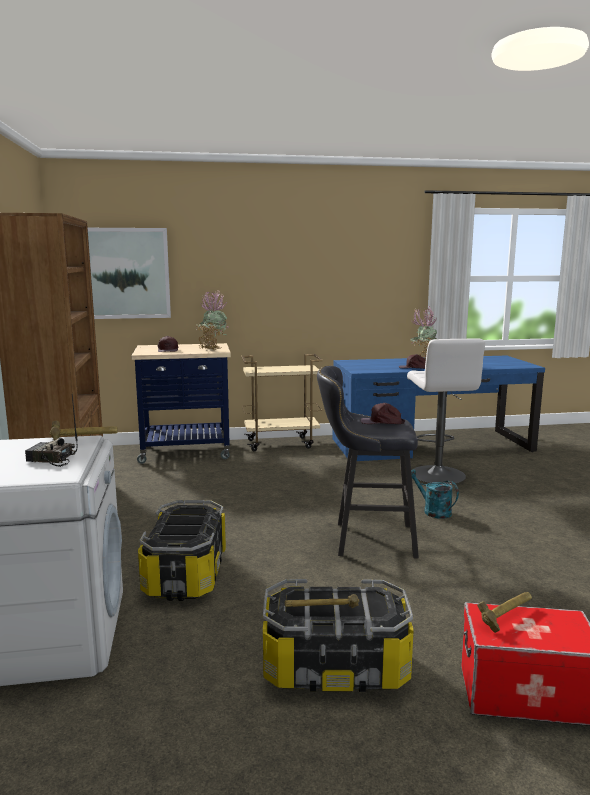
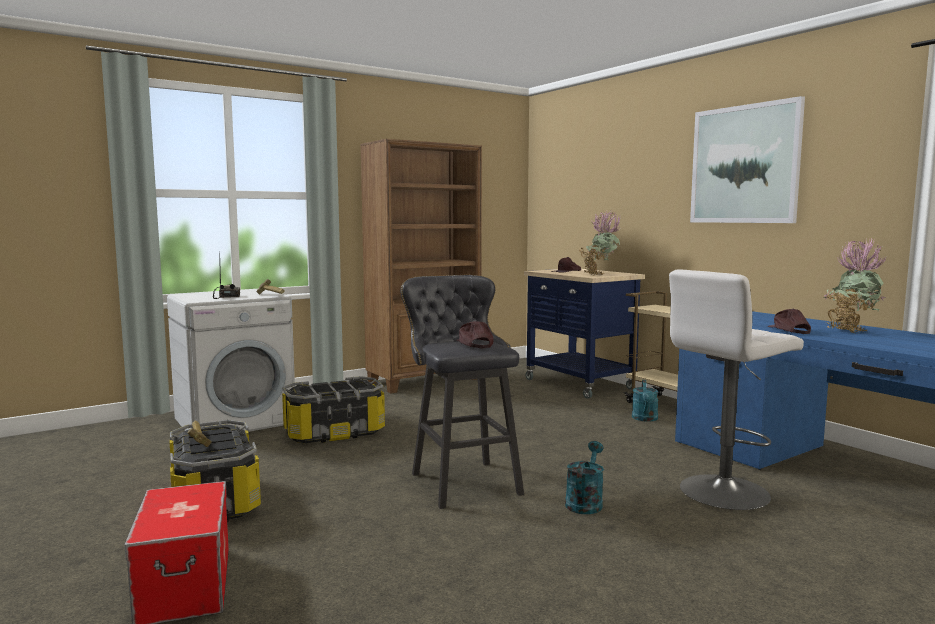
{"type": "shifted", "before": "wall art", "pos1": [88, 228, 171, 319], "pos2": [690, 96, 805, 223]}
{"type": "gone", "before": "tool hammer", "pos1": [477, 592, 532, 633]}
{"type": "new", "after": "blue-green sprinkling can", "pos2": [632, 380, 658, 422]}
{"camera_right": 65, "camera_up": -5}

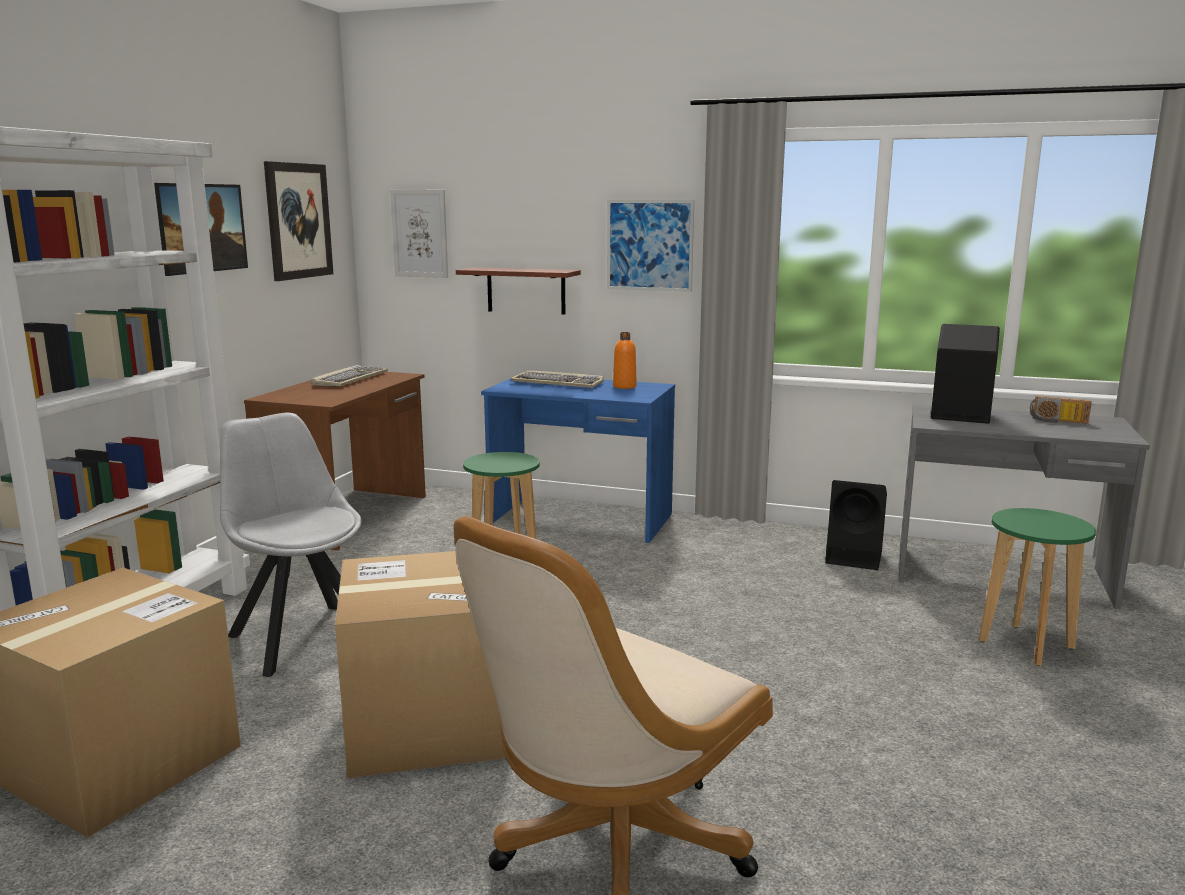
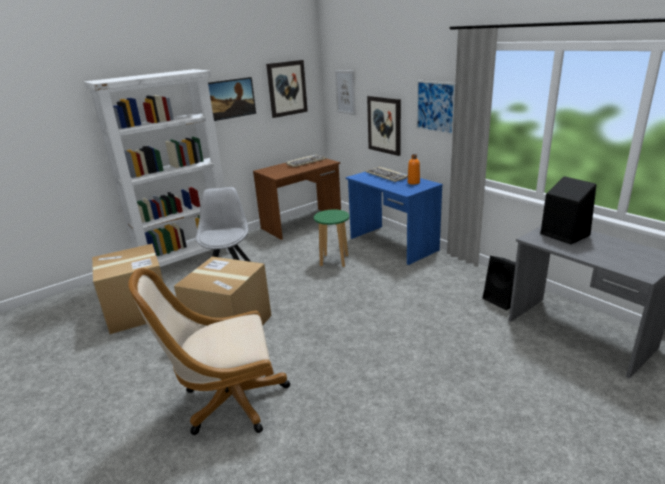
{"type": "swapped", "before": "shelf", "after": "wall art", "pos1": [456, 267, 581, 315], "pos2": [367, 96, 401, 156]}
{"type": "gone", "before": "green sitting stool", "pos1": [979, 508, 1096, 666]}
{"type": "gone", "before": "radio set", "pos1": [1030, 396, 1092, 424]}
{"camera_right": 35, "camera_up": 10}

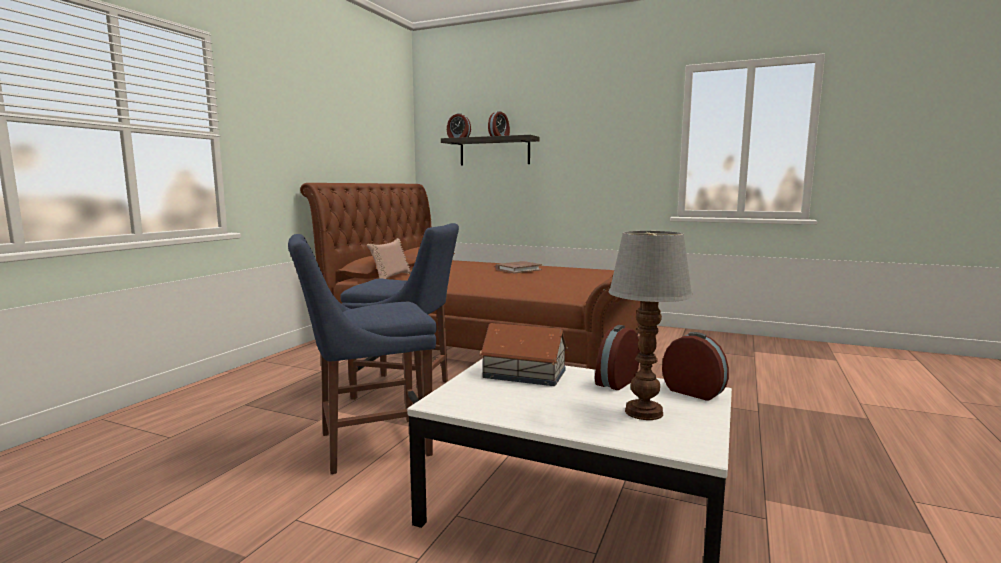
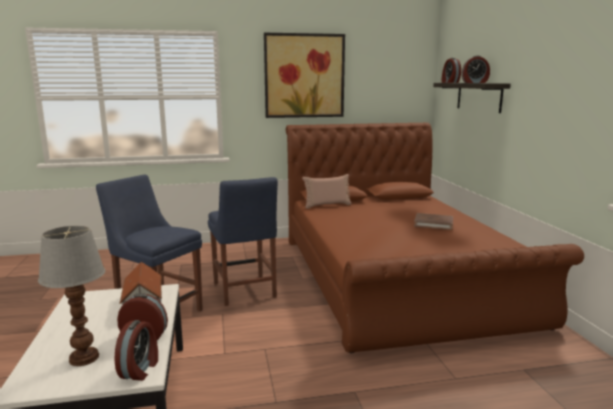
{"type": "new", "after": "wall art", "pos2": [264, 33, 345, 118]}
{"camera_right": 55, "camera_up": 5}

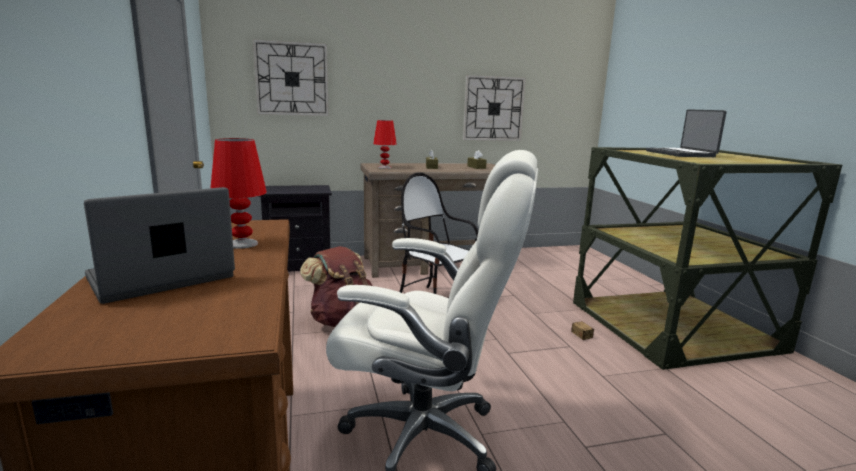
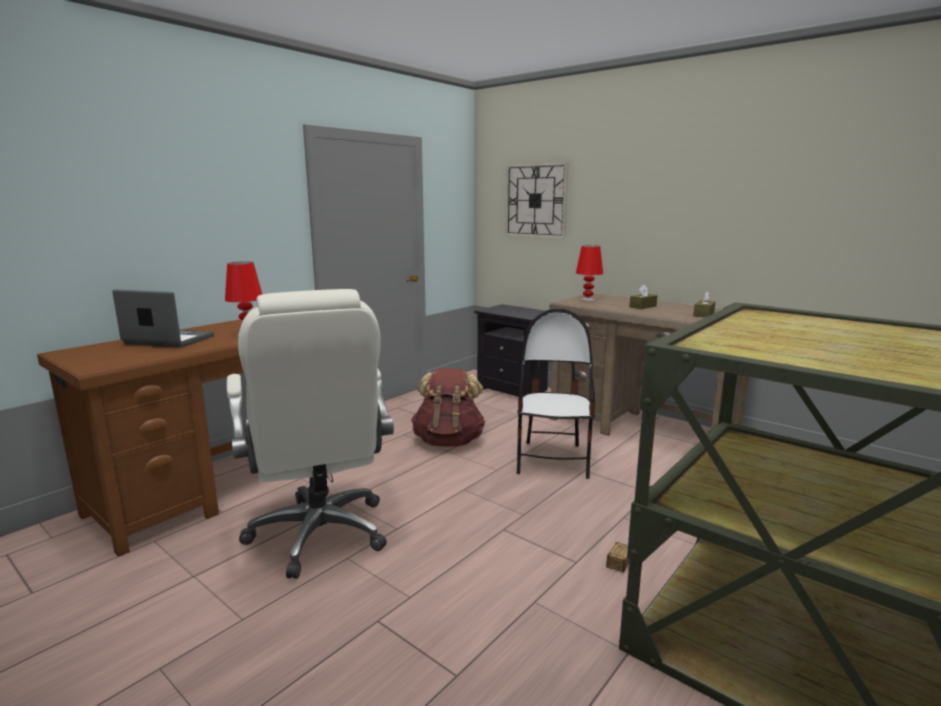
{"type": "gone", "before": "wall clock", "pos1": [463, 75, 526, 141]}
{"type": "gone", "before": "notebook computer", "pos1": [646, 109, 727, 157]}
{"camera_right": 55, "camera_up": 0}

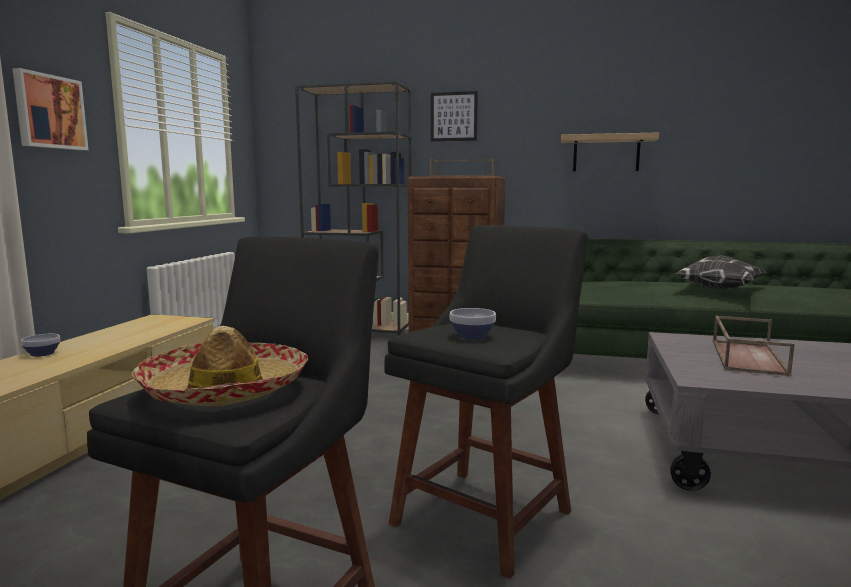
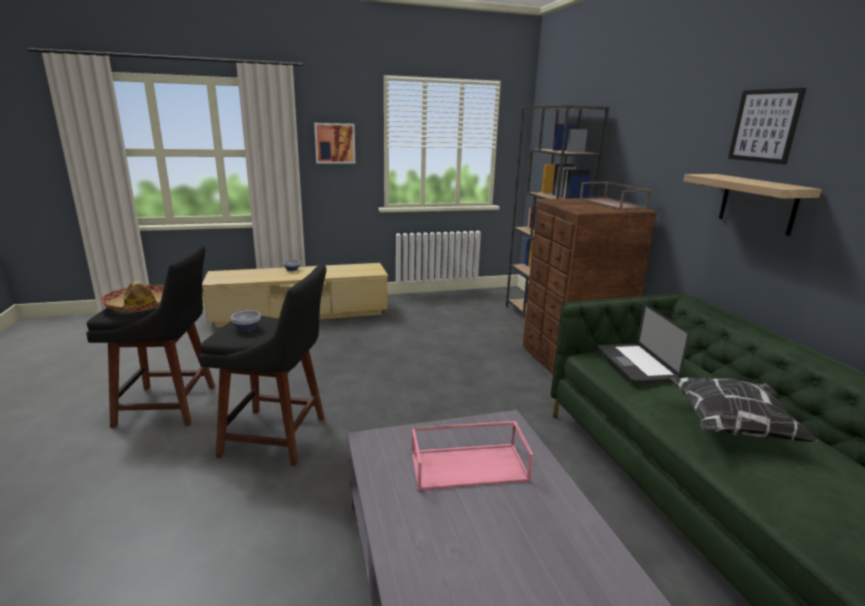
{"type": "shifted", "before": "wall art", "pos1": [431, 91, 478, 142], "pos2": [728, 88, 806, 165]}
{"type": "repainted", "before": "brown tray", "after": "pinkish tray", "pos1": [713, 316, 795, 376], "pos2": [411, 421, 533, 491]}
{"type": "new", "after": "notebook computer", "pos2": [597, 304, 690, 383]}
{"camera_right": 60, "camera_up": 10}

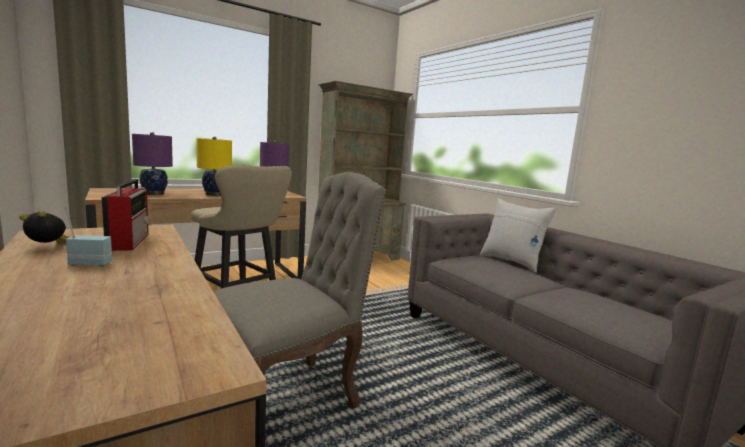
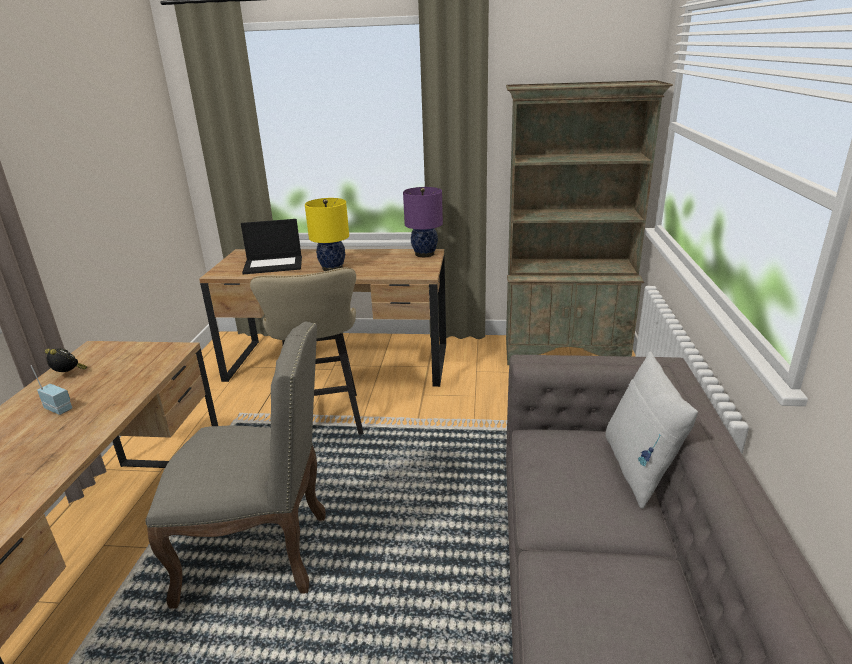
{"type": "gone", "before": "radio set", "pos1": [102, 179, 149, 251]}
{"type": "swapped", "before": "purplish table lamp", "after": "notebook computer", "pos1": [132, 132, 173, 195], "pos2": [241, 219, 302, 274]}
{"camera_right": 40, "camera_up": 15}

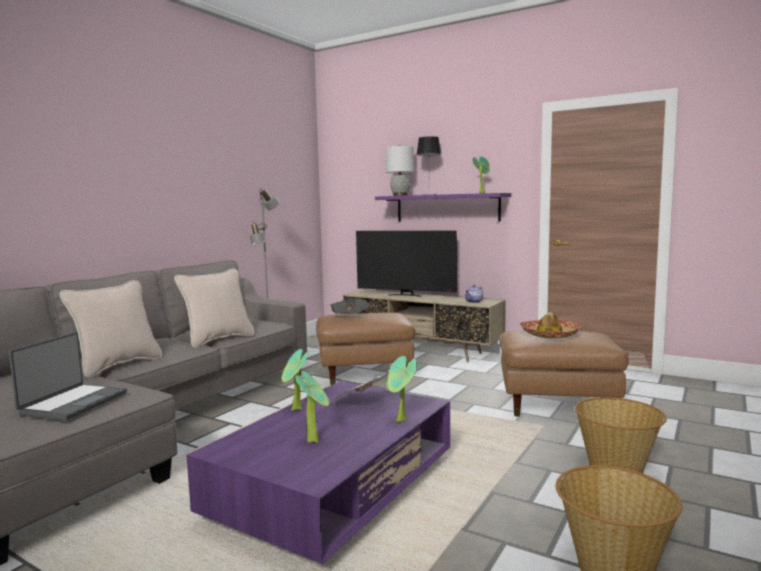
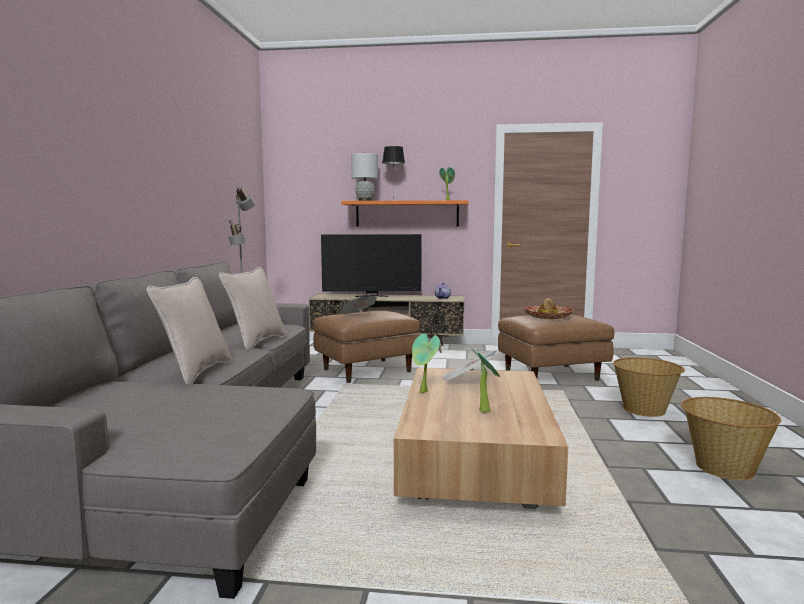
{"type": "gone", "before": "notebook computer", "pos1": [9, 332, 127, 421]}
{"type": "repainted", "before": "purplish coffee table", "after": "brown coffee table", "pos1": [186, 381, 450, 564], "pos2": [394, 368, 568, 509]}
{"type": "repainted", "before": "purplish shelf", "after": "orange-coloured shelf", "pos1": [375, 193, 511, 222], "pos2": [341, 200, 469, 226]}
{"type": "gone", "before": "potted plant", "pos1": [387, 356, 417, 423]}
{"camera_right": -25, "camera_up": 0}

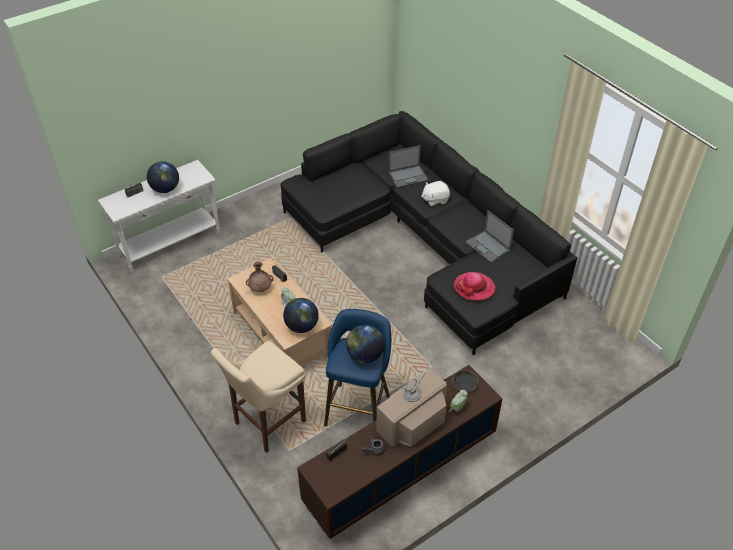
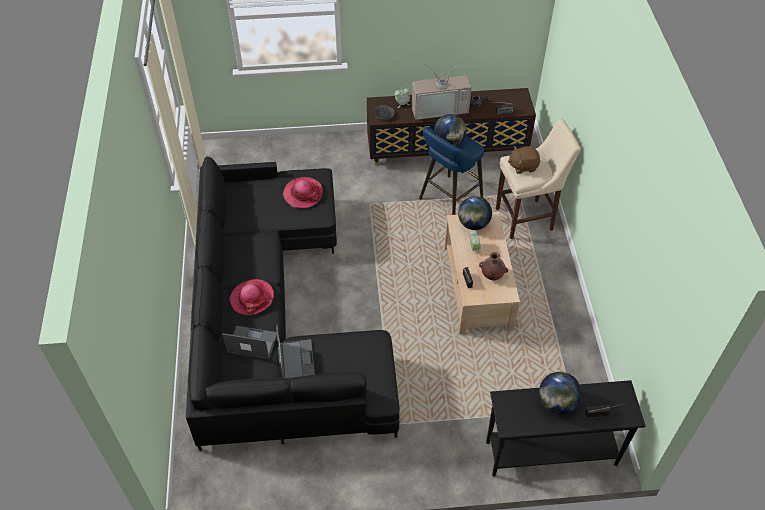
{"type": "repainted", "before": "whitish console table", "after": "blackish console table", "pos1": [98, 160, 220, 273], "pos2": [486, 380, 645, 477]}
{"type": "swapped", "before": "whitish plush toy", "after": "clothing hat", "pos1": [421, 181, 450, 207], "pos2": [229, 279, 274, 315]}
{"type": "shifted", "before": "notebook computer", "pos1": [465, 210, 514, 263], "pos2": [276, 325, 315, 380]}
{"type": "new", "after": "brown plush toy", "pos2": [508, 146, 540, 174]}
{"camera_right": -150, "camera_up": 5}

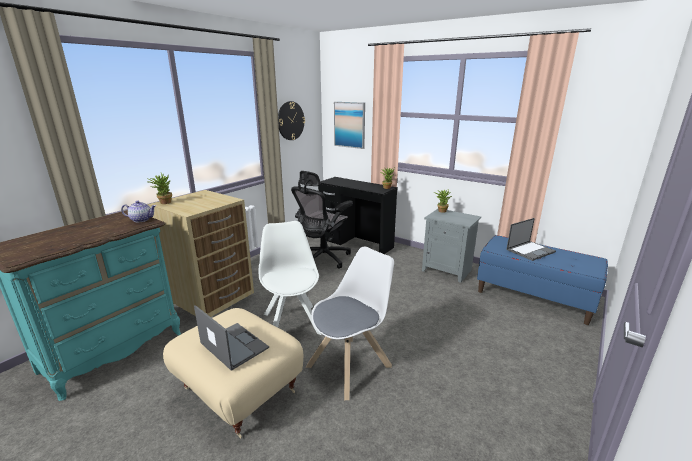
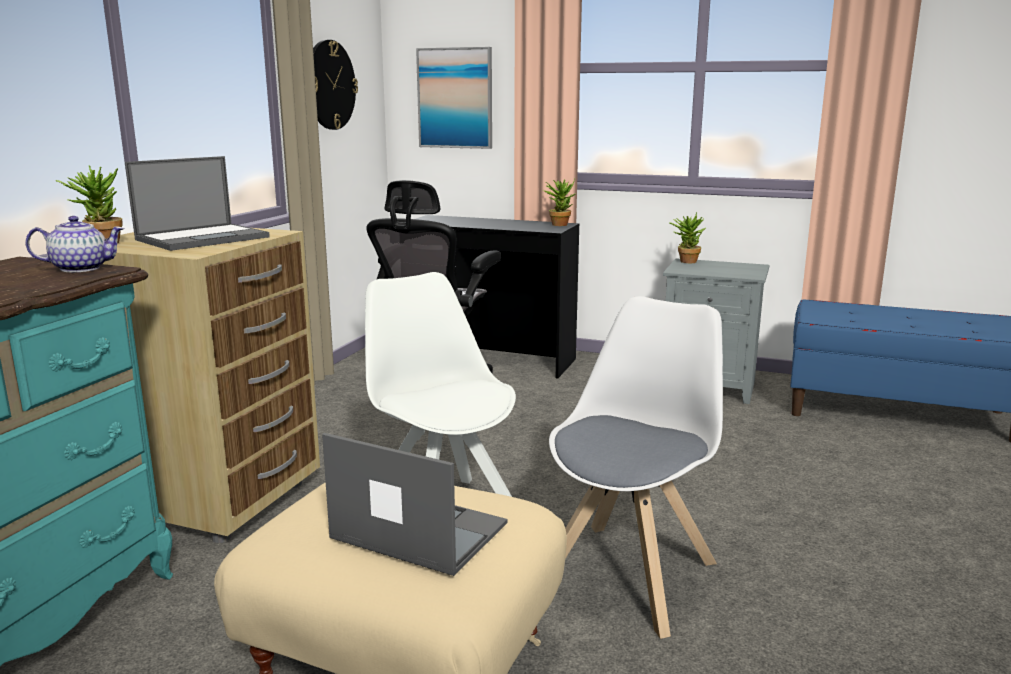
{"type": "shifted", "before": "notebook computer", "pos1": [506, 218, 556, 261], "pos2": [125, 156, 270, 251]}
{"camera_right": -15, "camera_up": -5}

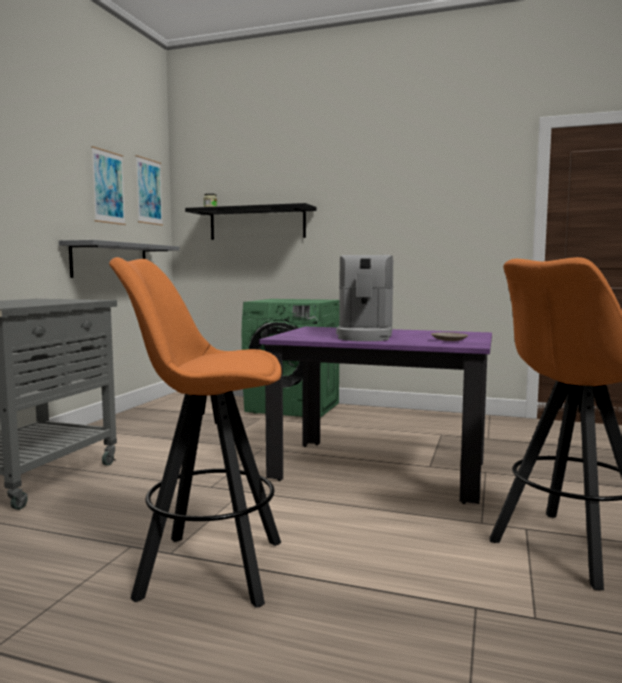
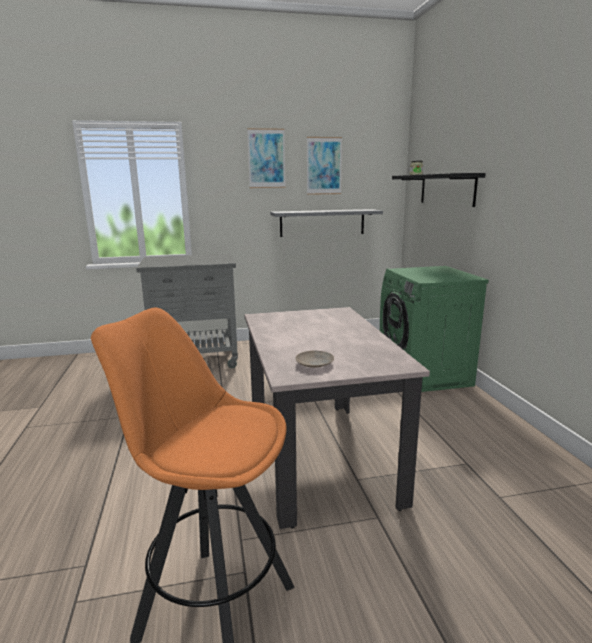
{"type": "gone", "before": "orange-coloured sitting stool", "pos1": [109, 257, 282, 608]}
{"type": "shifted", "before": "wall art", "pos1": [135, 155, 163, 226], "pos2": [247, 128, 285, 188]}
{"type": "repainted", "before": "purplish dining table", "after": "beige-coloured dining table", "pos1": [259, 327, 492, 504], "pos2": [244, 307, 430, 529]}
{"type": "gone", "before": "coffee machine", "pos1": [336, 255, 393, 341]}
{"camera_right": 60, "camera_up": 10}

